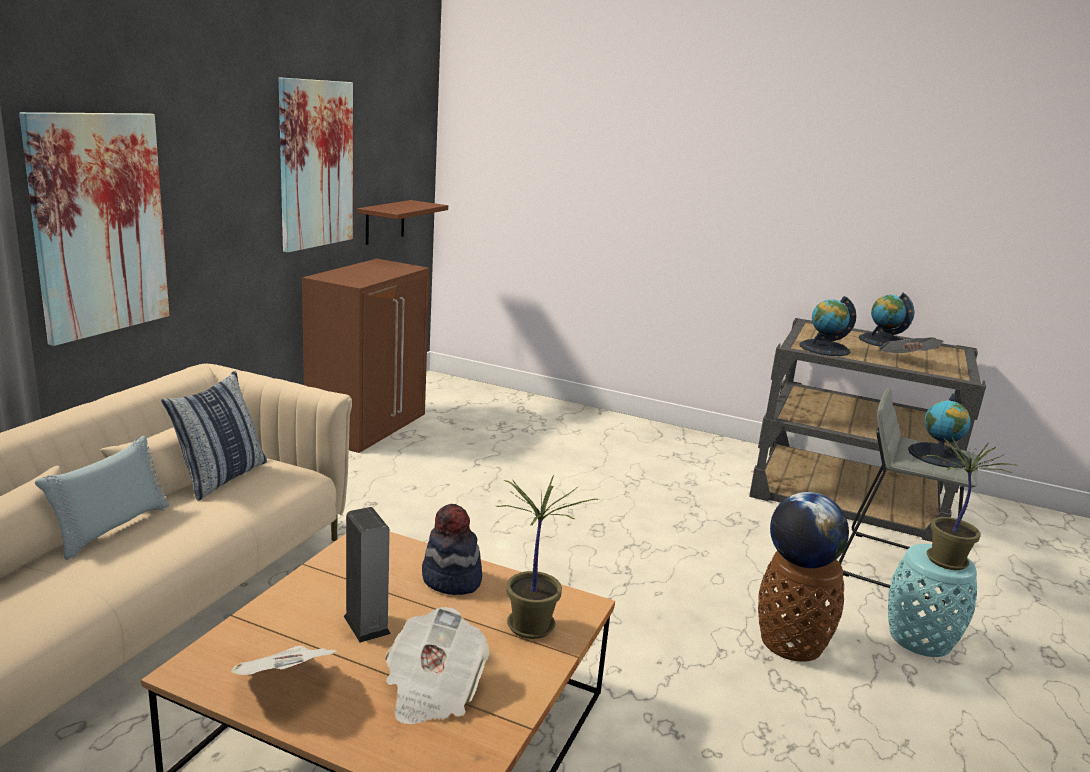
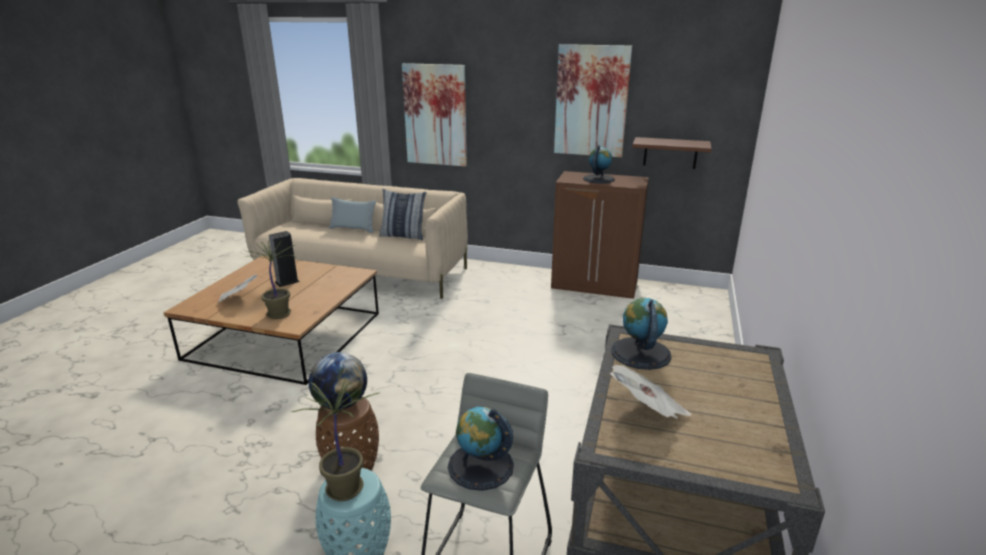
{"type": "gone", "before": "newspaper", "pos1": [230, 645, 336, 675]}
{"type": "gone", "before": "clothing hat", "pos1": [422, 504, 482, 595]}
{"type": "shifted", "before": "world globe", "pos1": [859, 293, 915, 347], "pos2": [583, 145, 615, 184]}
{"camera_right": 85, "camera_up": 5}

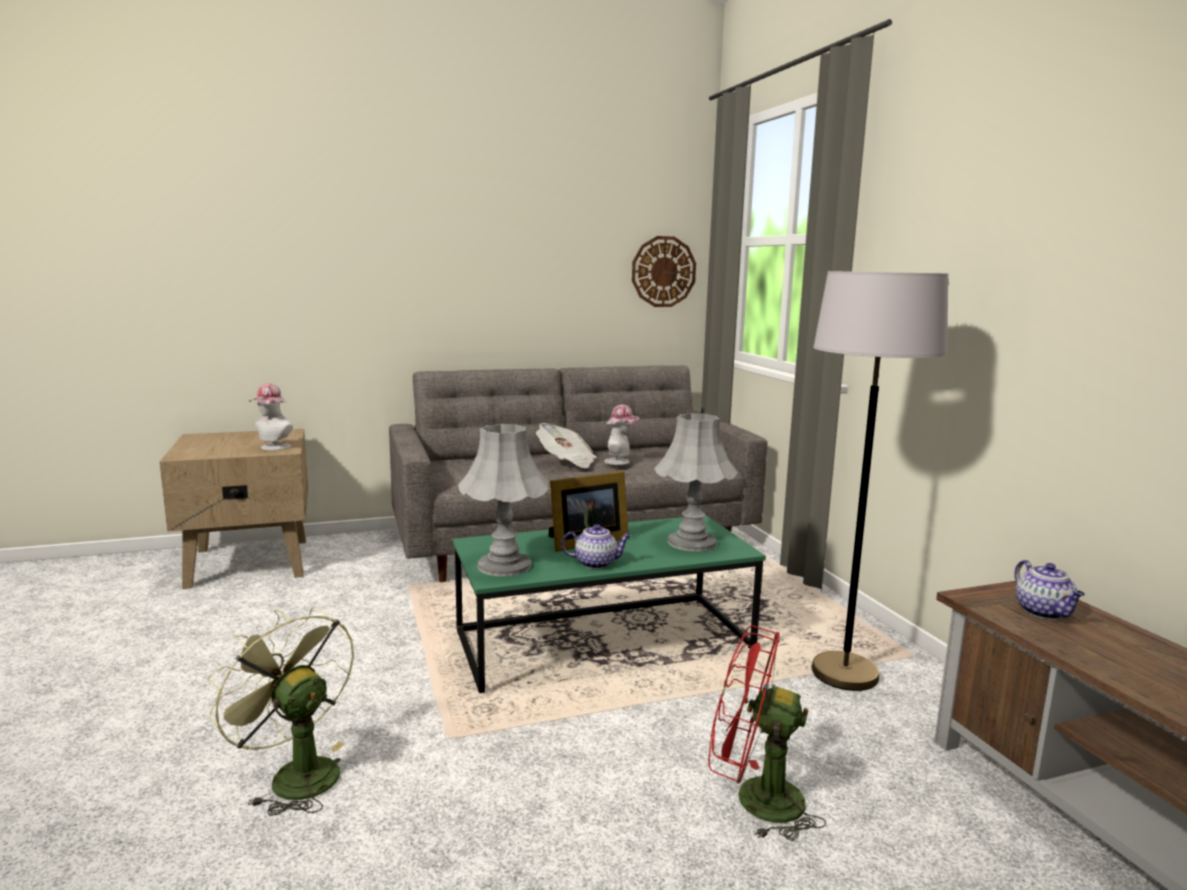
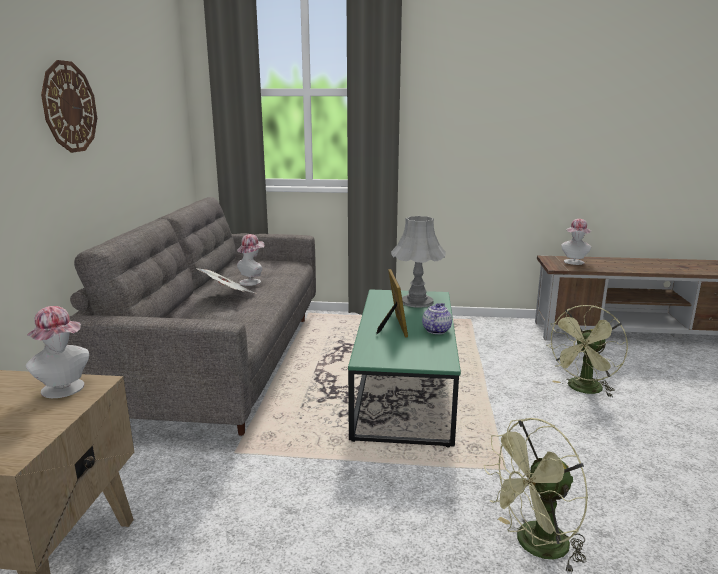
{"type": "gone", "before": "grey table lamp", "pos1": [458, 424, 548, 576]}
{"type": "shifted", "before": "wall clock", "pos1": [632, 236, 696, 307], "pos2": [41, 60, 97, 153]}
{"type": "repainted", "before": "reddish electric fan", "after": "green electric fan", "pos1": [708, 625, 826, 841], "pos2": [547, 305, 628, 398]}
{"type": "gone", "before": "grey standard lamp", "pos1": [811, 271, 948, 691]}
{"type": "swapped", "before": "teapot", "after": "clothing hat", "pos1": [1014, 560, 1085, 619], "pos2": [561, 219, 591, 265]}
{"camera_right": -65, "camera_up": 5}

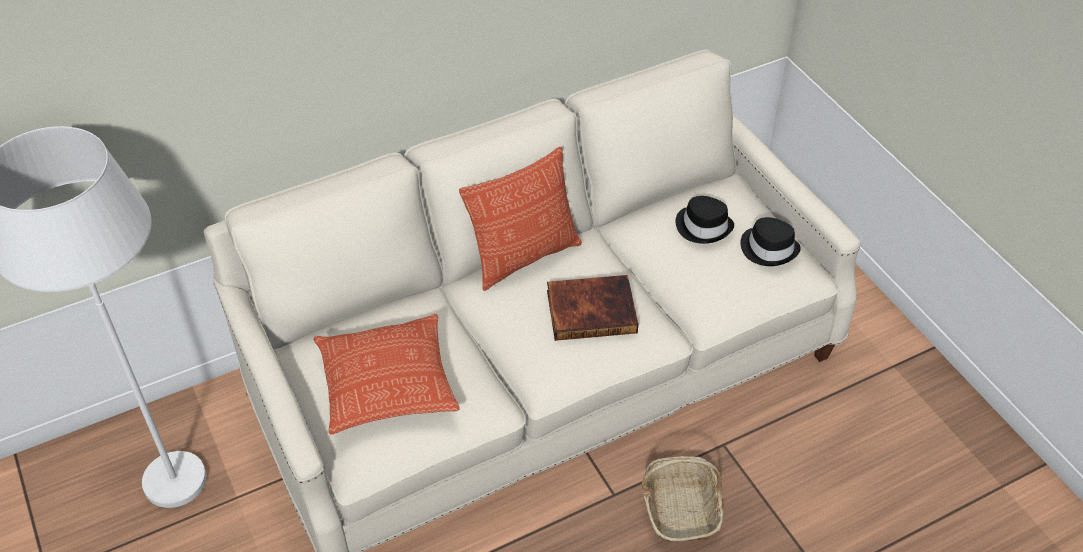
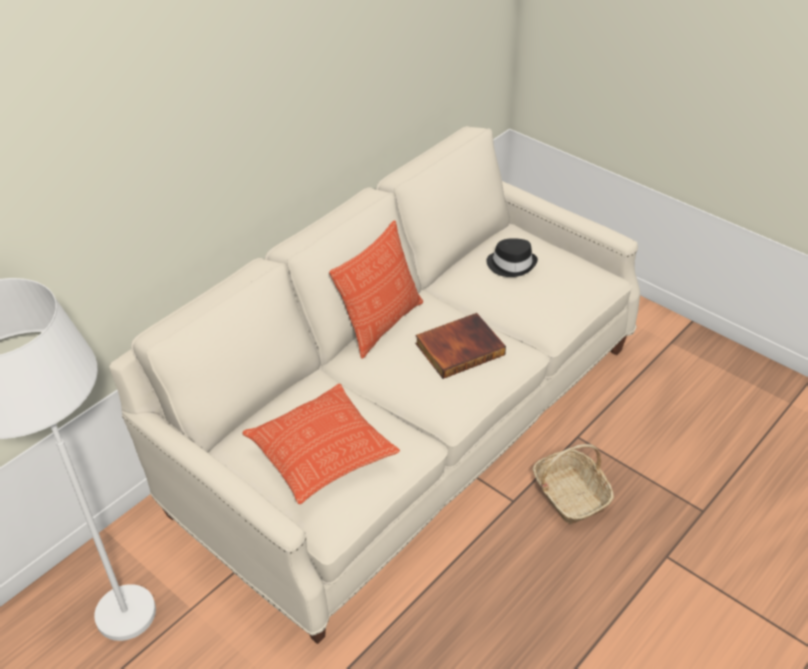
{"type": "gone", "before": "blackish clothing hat", "pos1": [740, 217, 801, 266]}
{"camera_right": -20, "camera_up": -5}

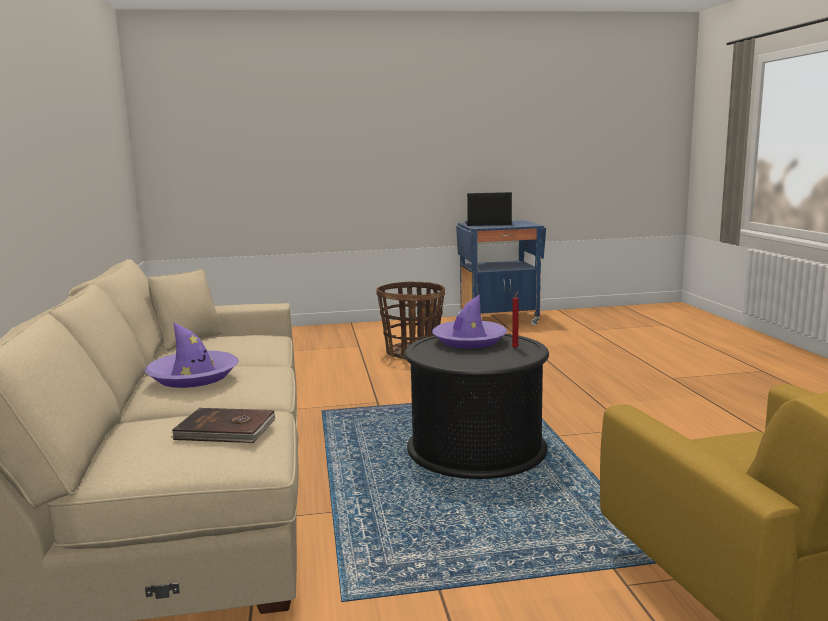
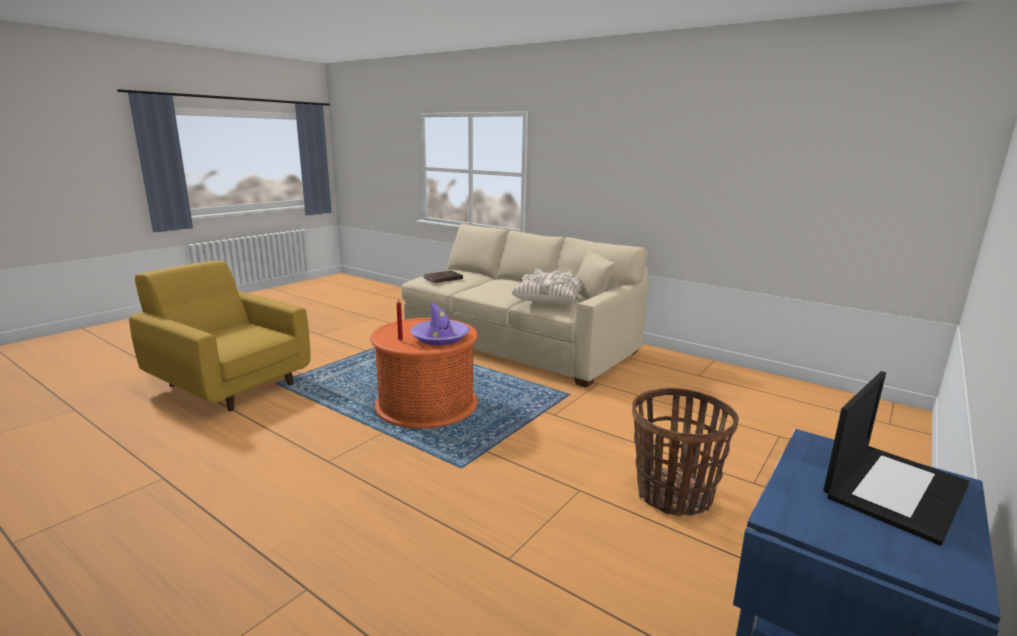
{"type": "gone", "before": "purplish clothing hat", "pos1": [145, 323, 239, 388]}
{"type": "repainted", "before": "blackish coffee table", "after": "orange-coloured coffee table", "pos1": [404, 333, 549, 479], "pos2": [370, 318, 478, 429]}
{"type": "new", "after": "beige-coloured pillow", "pos2": [512, 267, 583, 305]}
{"camera_right": 135, "camera_up": 5}

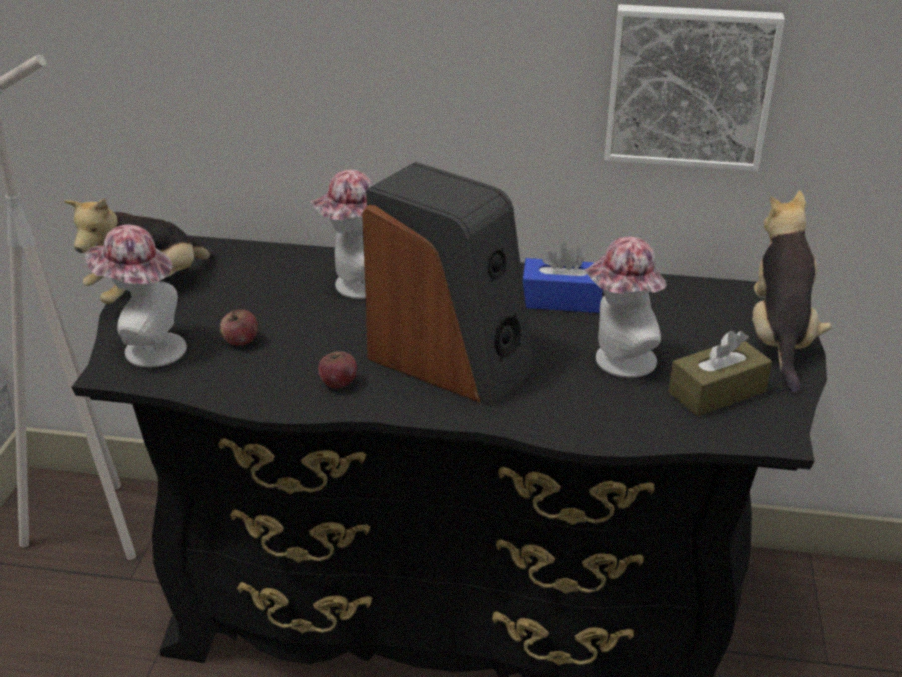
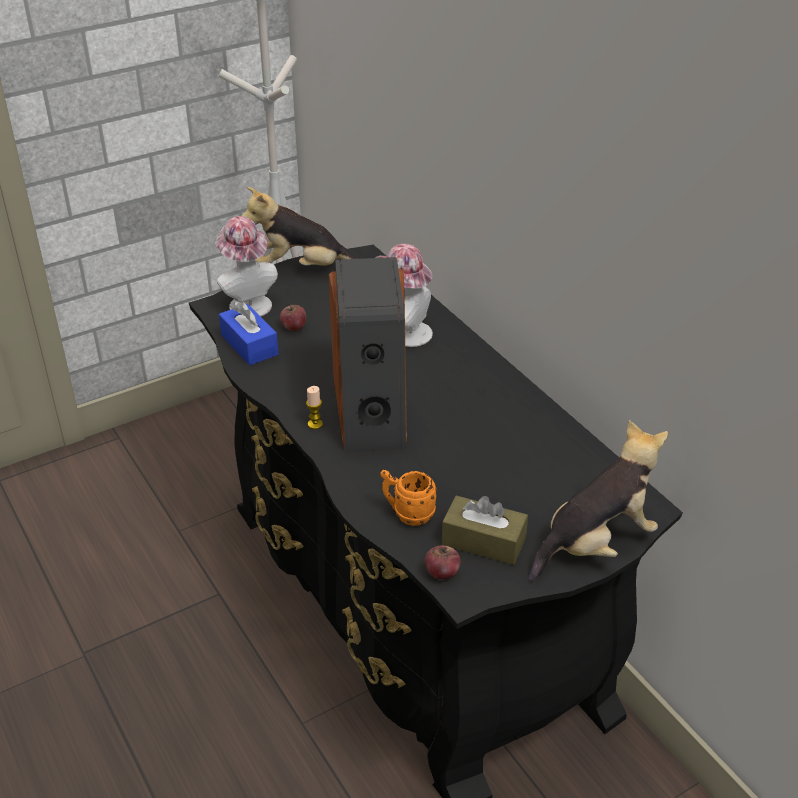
{"type": "shifted", "before": "apple fruit", "pos1": [318, 350, 357, 389], "pos2": [425, 546, 461, 579]}
{"type": "shifted", "before": "bluish box of tissues", "pos1": [523, 242, 602, 313], "pos2": [219, 301, 278, 365]}
{"type": "gone", "before": "clothing hat", "pos1": [584, 237, 666, 378]}
{"type": "gone", "before": "wall art", "pos1": [604, 4, 785, 171]}
{"type": "new", "after": "wax light", "pos2": [306, 386, 323, 429]}
{"type": "new", "after": "orange-coloured coffee mug", "pos2": [380, 470, 437, 526]}
{"camera_right": 50, "camera_up": 5}

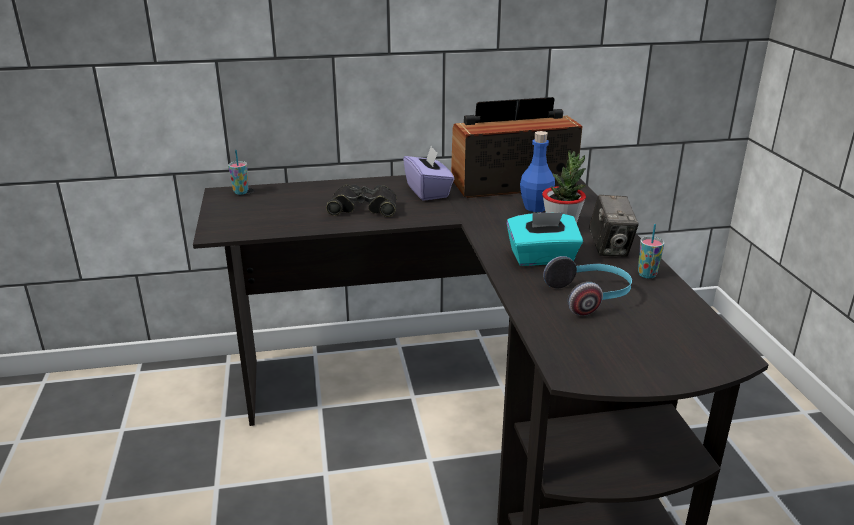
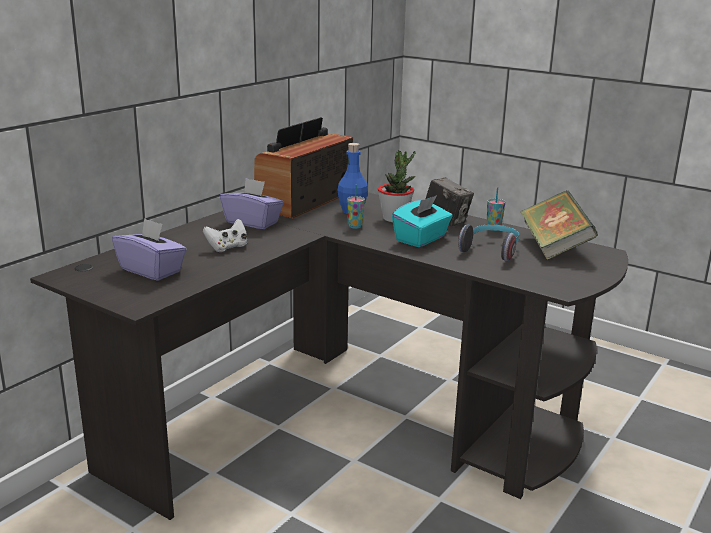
{"type": "shifted", "before": "drinking cup", "pos1": [228, 150, 248, 195], "pos2": [347, 185, 365, 229]}
{"type": "swapped", "before": "blackish binoculars", "after": "whitish joypad", "pos1": [326, 184, 397, 217], "pos2": [203, 219, 248, 252]}
{"type": "new", "after": "purplish box of tissues", "pos2": [112, 218, 187, 281]}
{"type": "new", "after": "book", "pos2": [520, 191, 598, 260]}
{"camera_right": -45, "camera_up": -5}

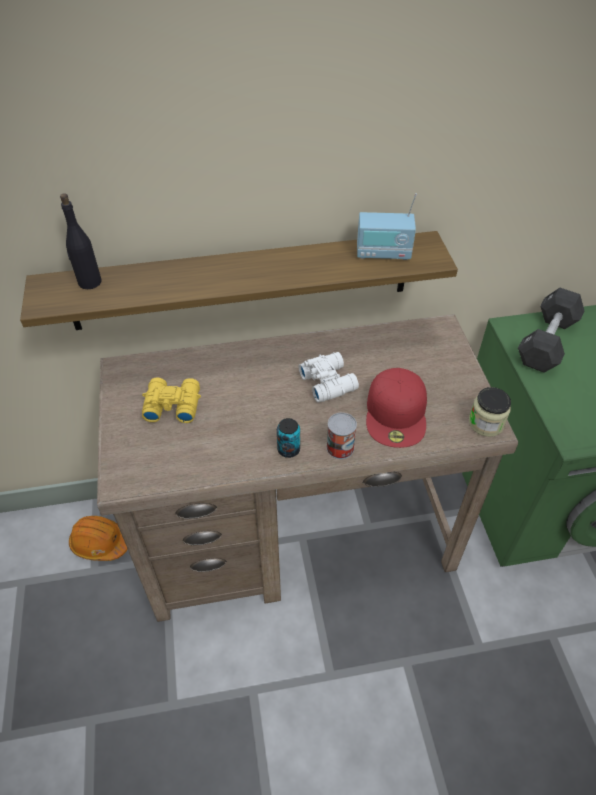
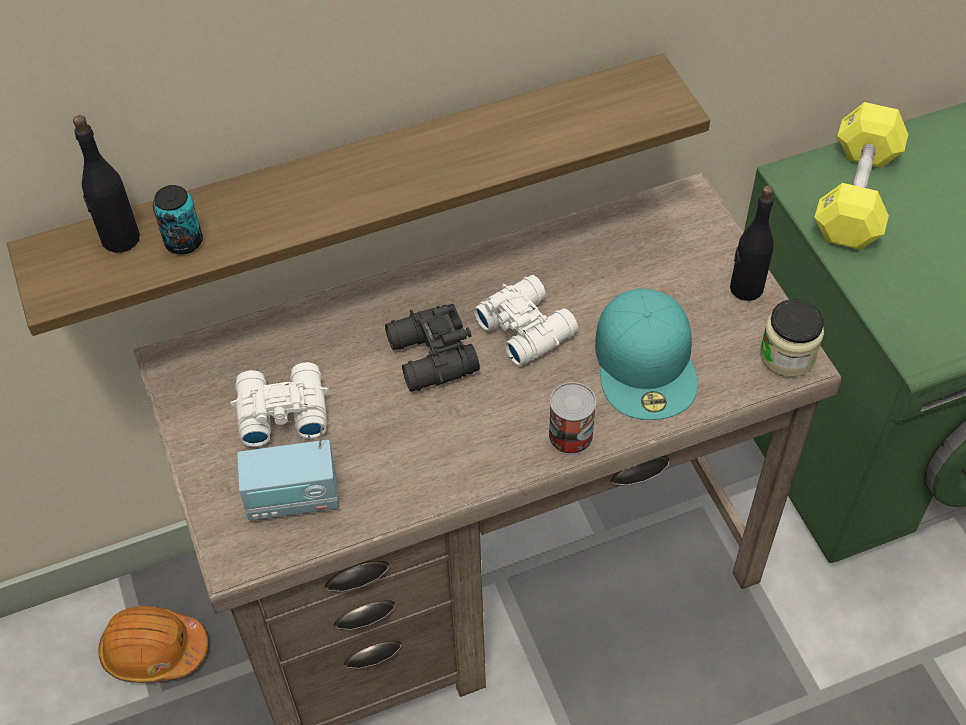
{"type": "repainted", "before": "yellowish binoculars", "after": "whitish binoculars", "pos1": [142, 378, 201, 423], "pos2": [231, 362, 329, 447]}
{"type": "shifted", "before": "can", "pos1": [277, 418, 300, 458], "pos2": [153, 185, 203, 254]}
{"type": "shifted", "before": "radio set", "pos1": [357, 193, 417, 260], "pos2": [237, 422, 339, 521]}
{"type": "repainted", "before": "reddish cap", "after": "blue-green cap", "pos1": [366, 368, 427, 448], "pos2": [595, 288, 698, 420]}
{"type": "repainted", "before": "blackish free weight", "after": "yellowish free weight", "pos1": [518, 288, 584, 373], "pos2": [814, 102, 908, 250]}
{"type": "new", "after": "blackish binoculars", "pos2": [385, 304, 480, 392]}
{"type": "new", "after": "blackish bottle", "pos2": [730, 186, 774, 301]}
{"camera_right": -10, "camera_up": 5}

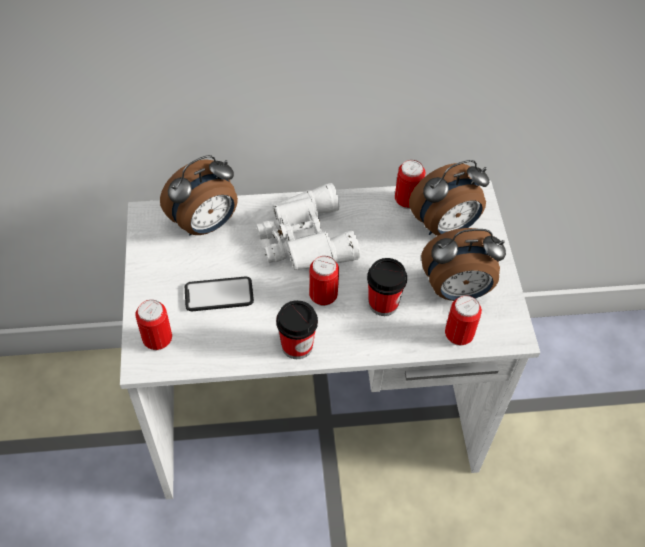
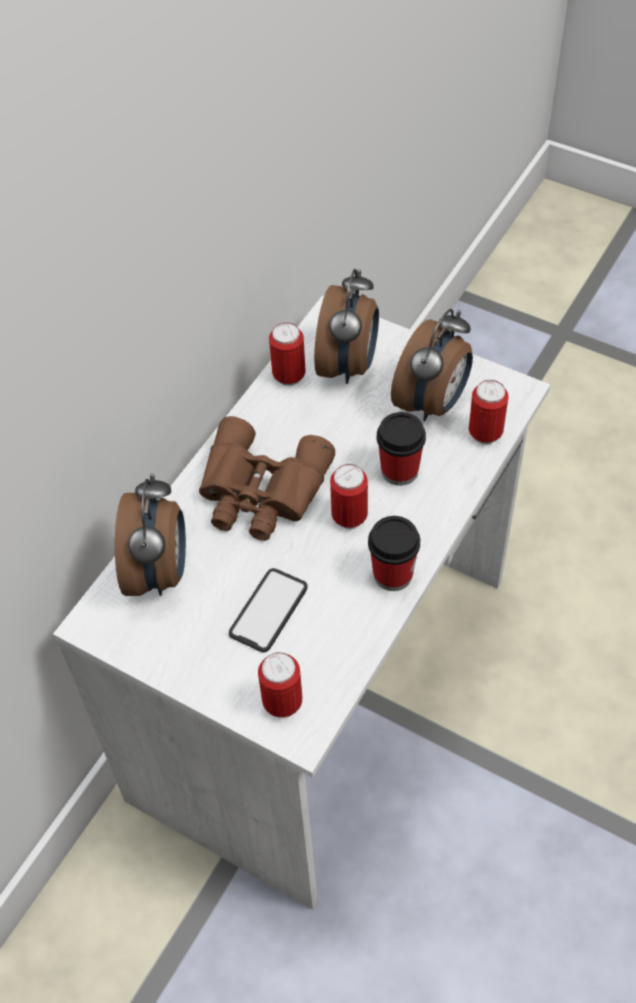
{"type": "repainted", "before": "whitish binoculars", "after": "brown binoculars", "pos1": [256, 183, 360, 270], "pos2": [199, 416, 335, 541]}
{"camera_right": -50, "camera_up": 0}

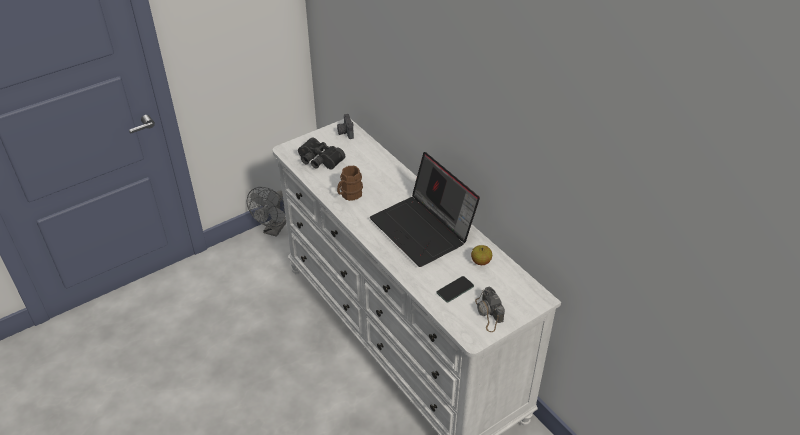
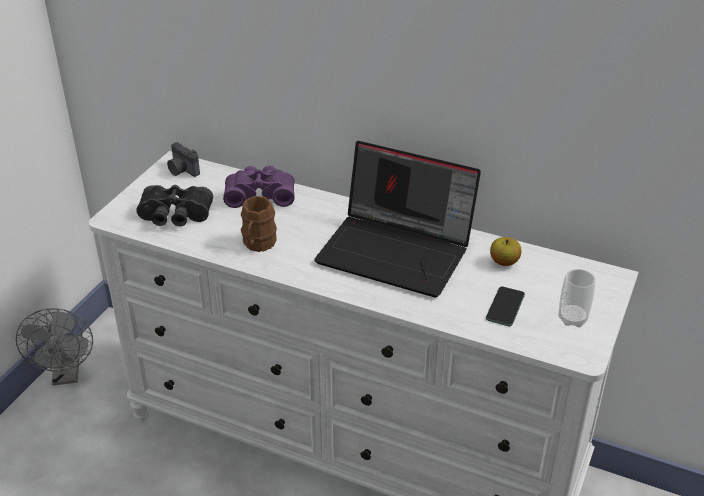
{"type": "swapped", "before": "still camera", "after": "drinking cup", "pos1": [475, 286, 505, 332], "pos2": [559, 269, 596, 327]}
{"type": "new", "after": "purplish binoculars", "pos2": [223, 166, 295, 208]}
{"camera_right": -30, "camera_up": -5}

